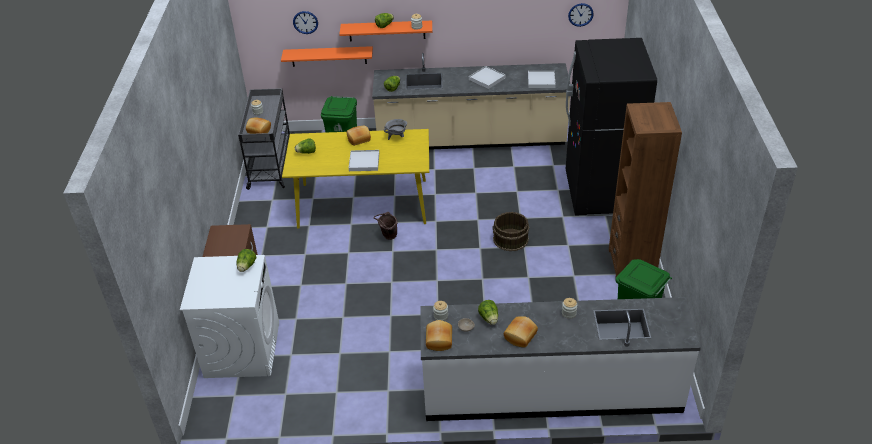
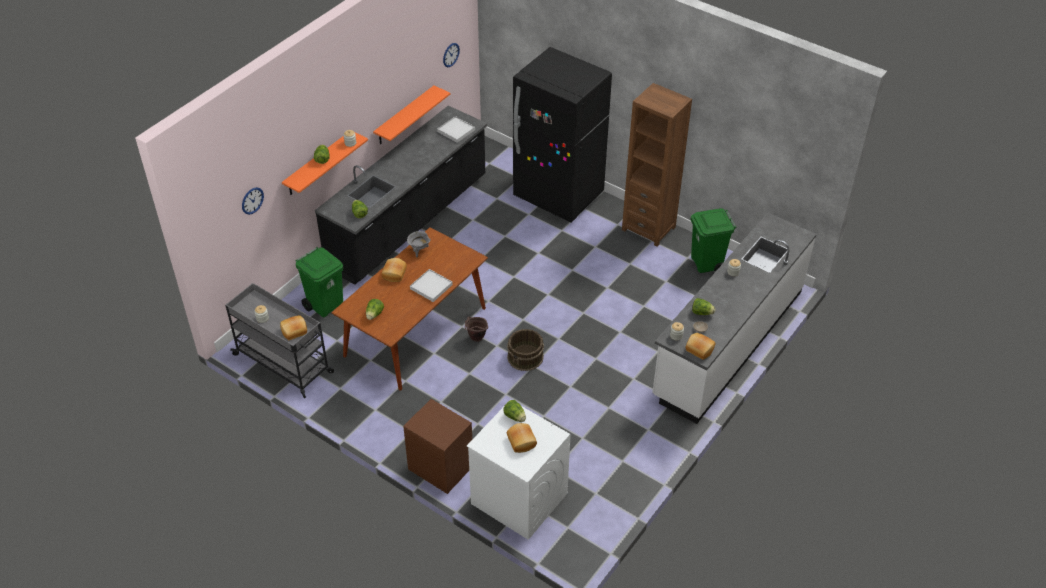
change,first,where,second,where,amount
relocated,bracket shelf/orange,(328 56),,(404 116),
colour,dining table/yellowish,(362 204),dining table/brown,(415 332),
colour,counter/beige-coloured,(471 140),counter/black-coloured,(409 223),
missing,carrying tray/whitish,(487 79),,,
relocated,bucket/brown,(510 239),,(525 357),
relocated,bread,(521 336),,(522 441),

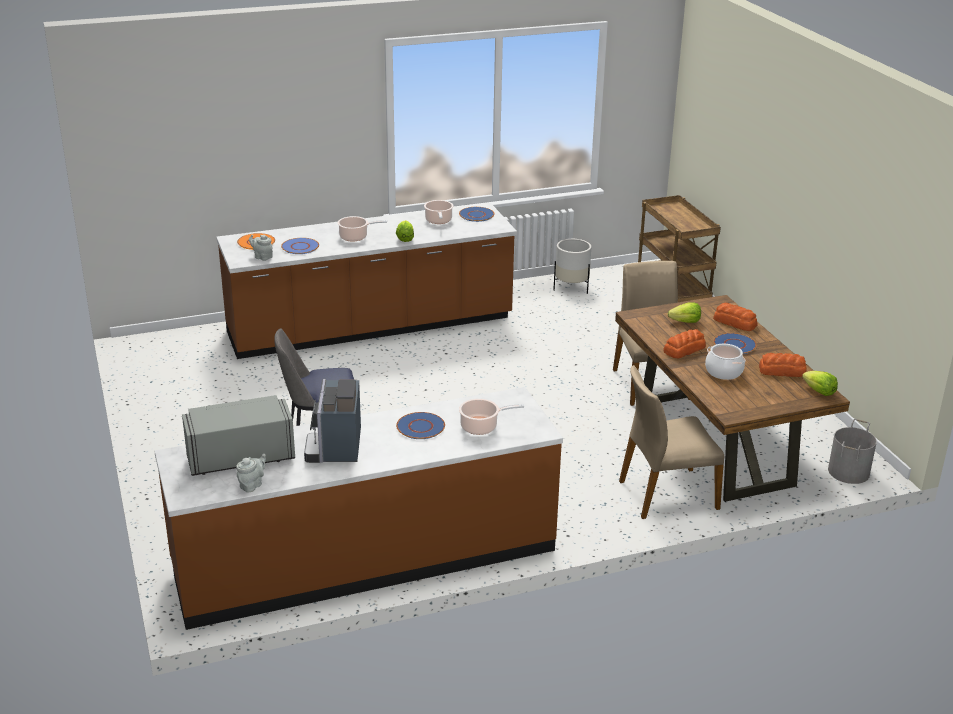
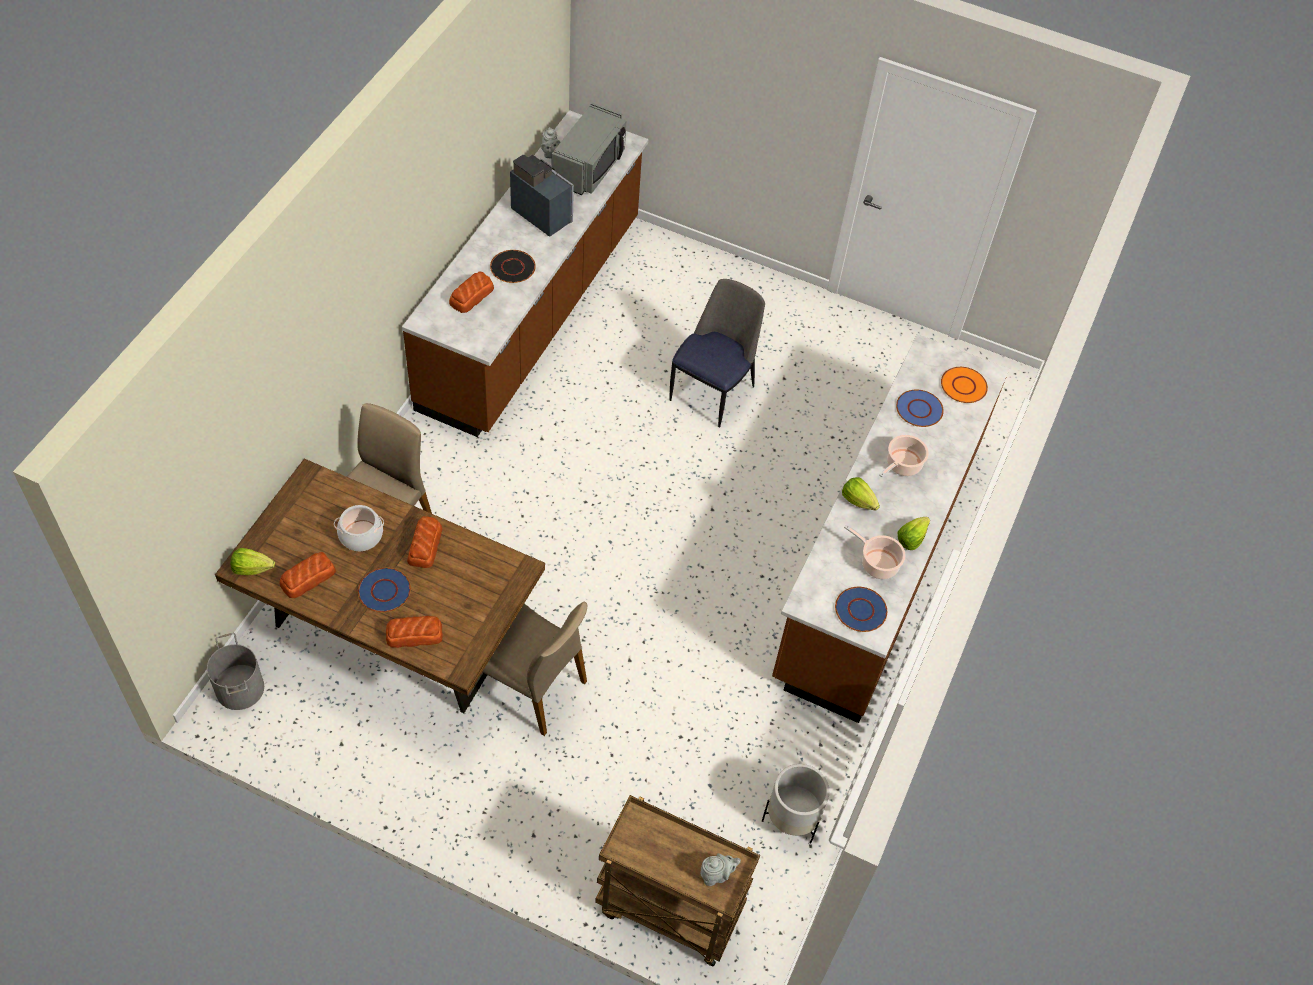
change,first,where,second,where,amount
relocated,pot for tea/greyish,(262 257),,(716 875),
colour,dinner plate/bluish,(420 426),dinner plate/black-coloured,(513 268),
exchanged,cooking pot,(481 427),bread,(471 296),
relocated,head of lettuce,(685 322),,(911 539),

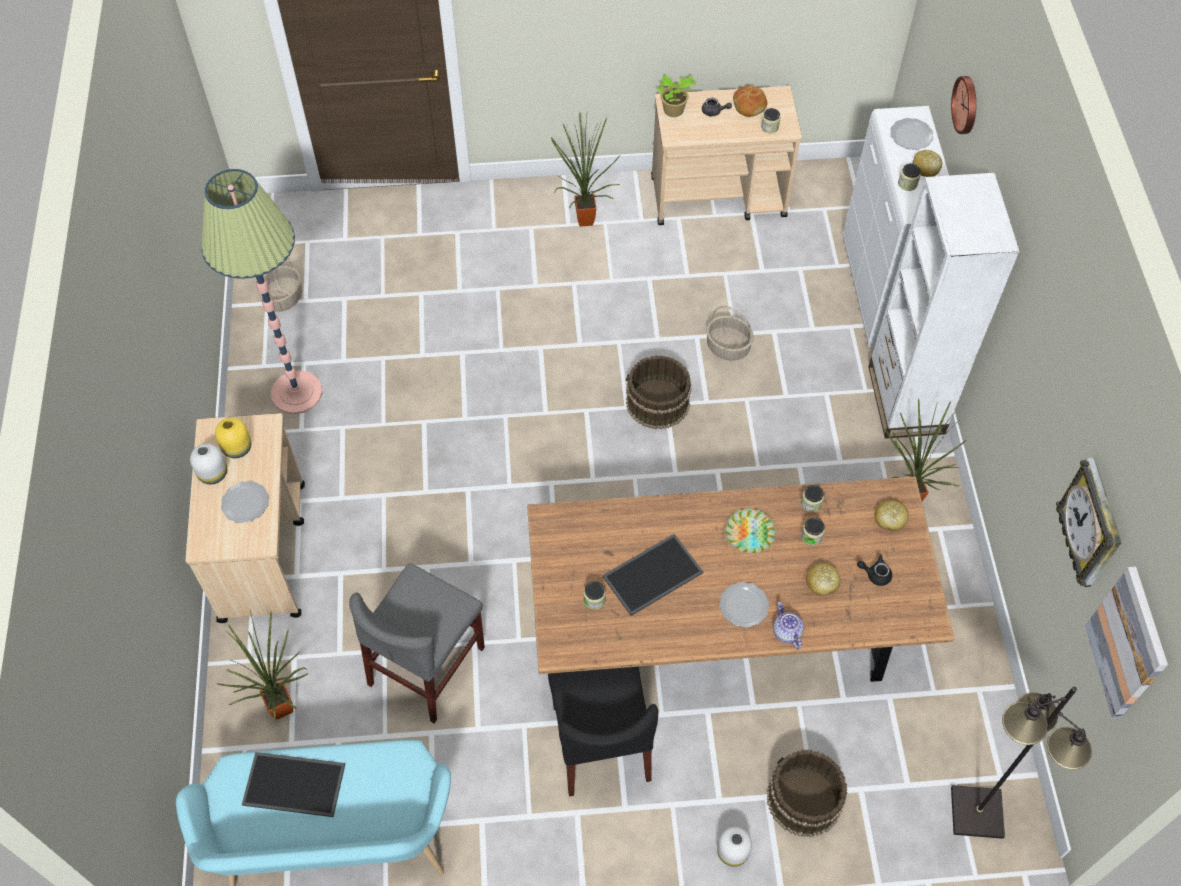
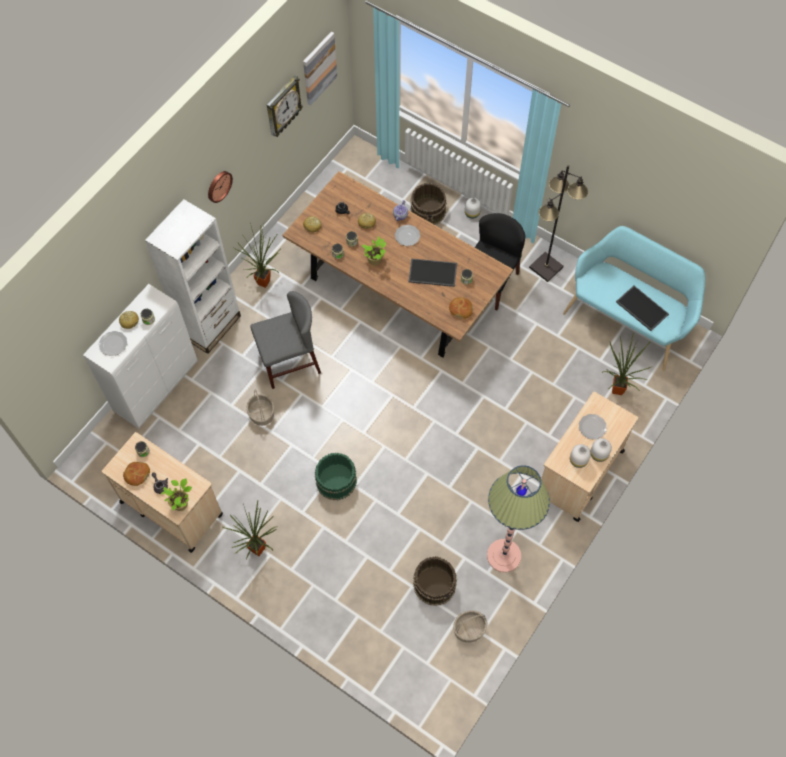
change,first,where,second,where,amount
colour,decorative vase/yellowish,(238 447),decorative vase/whitish,(578 460),
relocated,chair/greyish,(427 665),,(289 363),
relocated,bucket/brown,(657 403),,(435 584),
exchanged,dinner plate,(750 533),potted plant,(375 260),
relocated,wall clock,(967 105),,(218 186),
relocated,standing lamp/black-coloured,(976 811),,(546 268),
appeared,,,bucket/green,(336 480),
appeared,,,bread,(461 309),

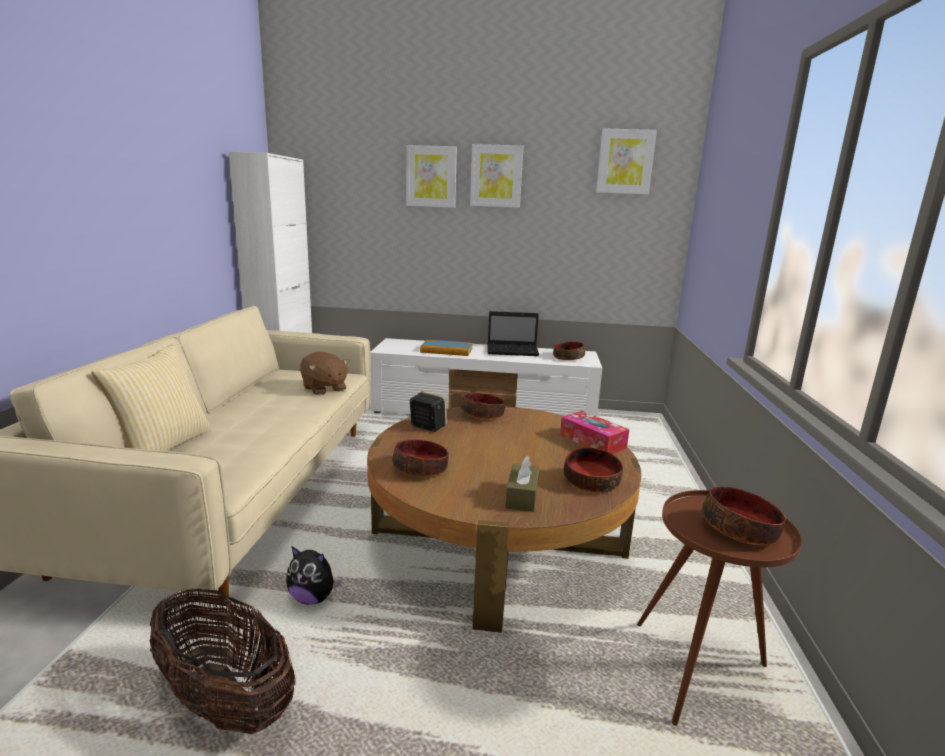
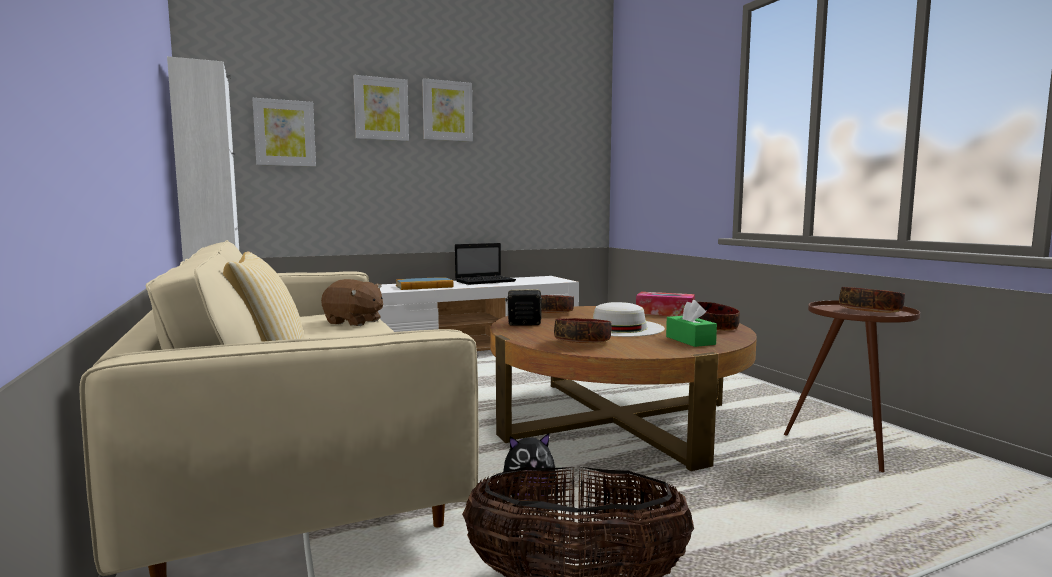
change,first,where,second,where,amount
colour,tissue box/brown,(522 497),tissue box/green,(690 340),
missing,bowl,(568 358),,,
relocated,wall art,(625 162),,(284 133),
appeared,,,hat/whitish,(618 327),

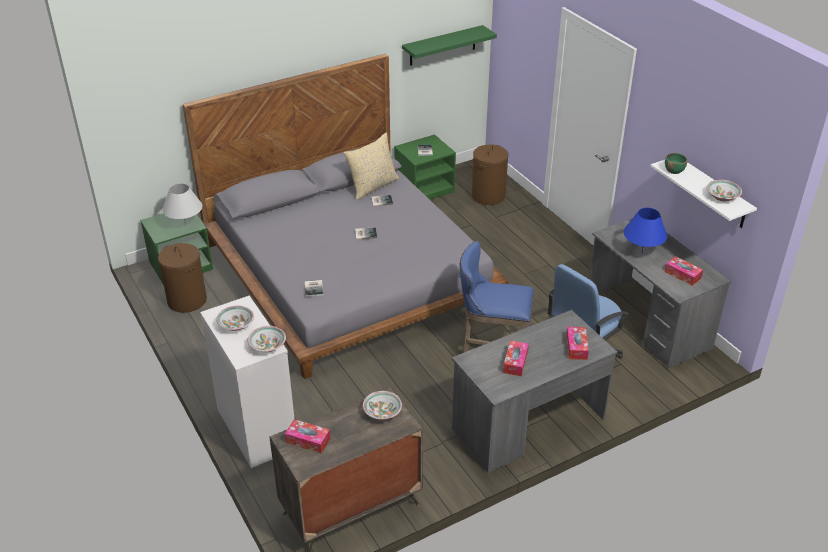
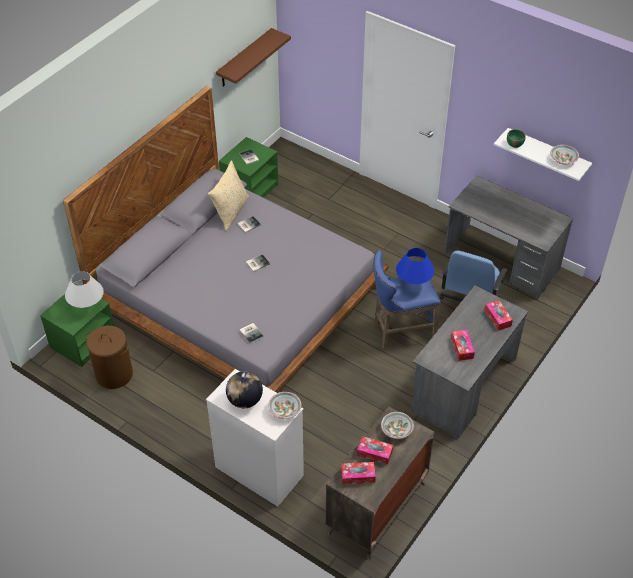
change,first,where,second,where,amount
exchanged,bowl,(235 325),desk globe,(245 400),
colour,bracket shelf/green,(442 45),bracket shelf/brown,(244 58),
missing,hamper/brown,(488 196),,,
relocated,tabletop lamp/bluish,(641 253),,(413 284),
relocated,tissue box,(682 275),,(374 453),

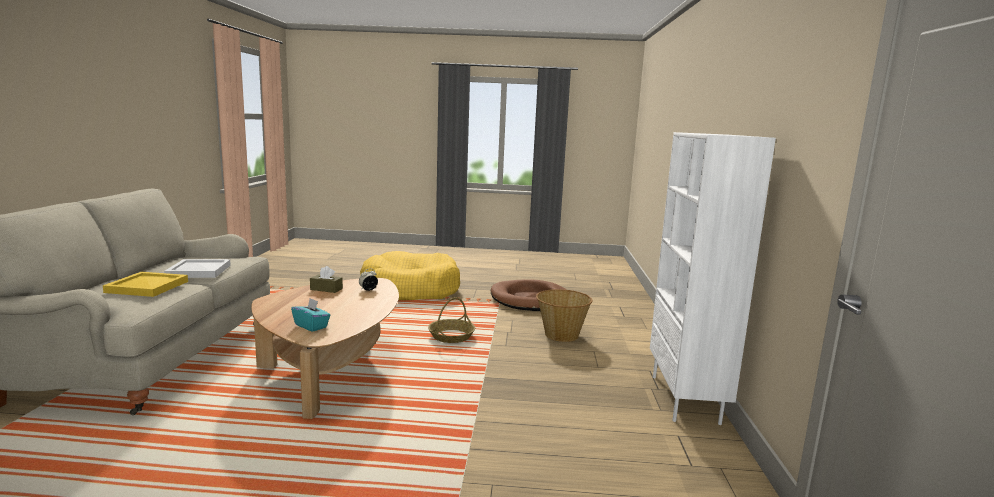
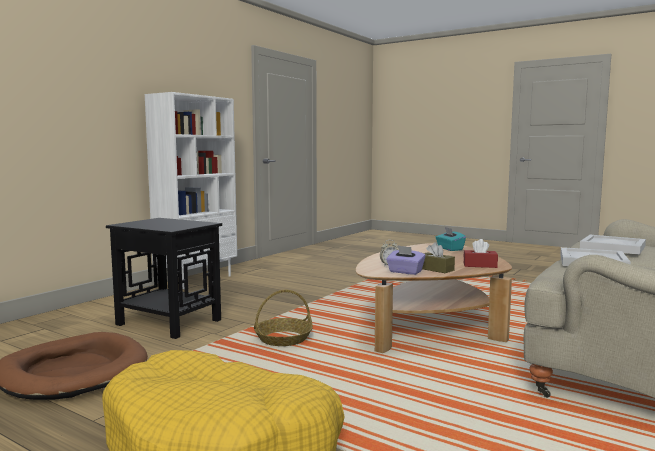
change,first,where,second,where,amount
colour,carrying tray/yellowish,(148 286),carrying tray/whitish,(611 247),
exchanged,storage basket,(561 335),end table/black-coloured,(168 322),
appeared,,,tissue box/purple,(405 272),
appeared,,,tissue box/red,(480 265),

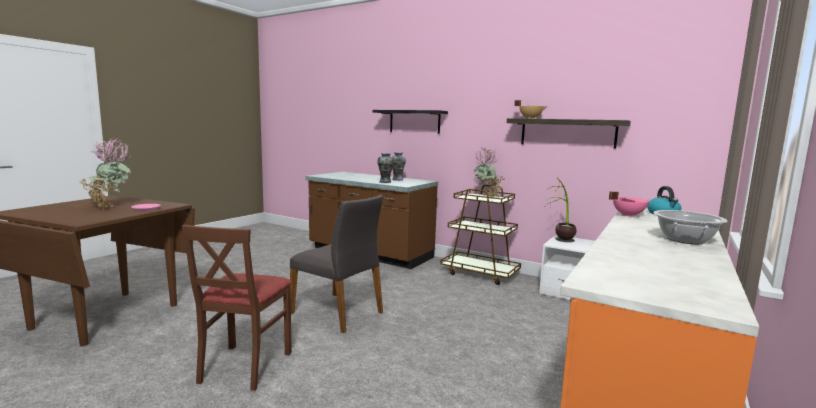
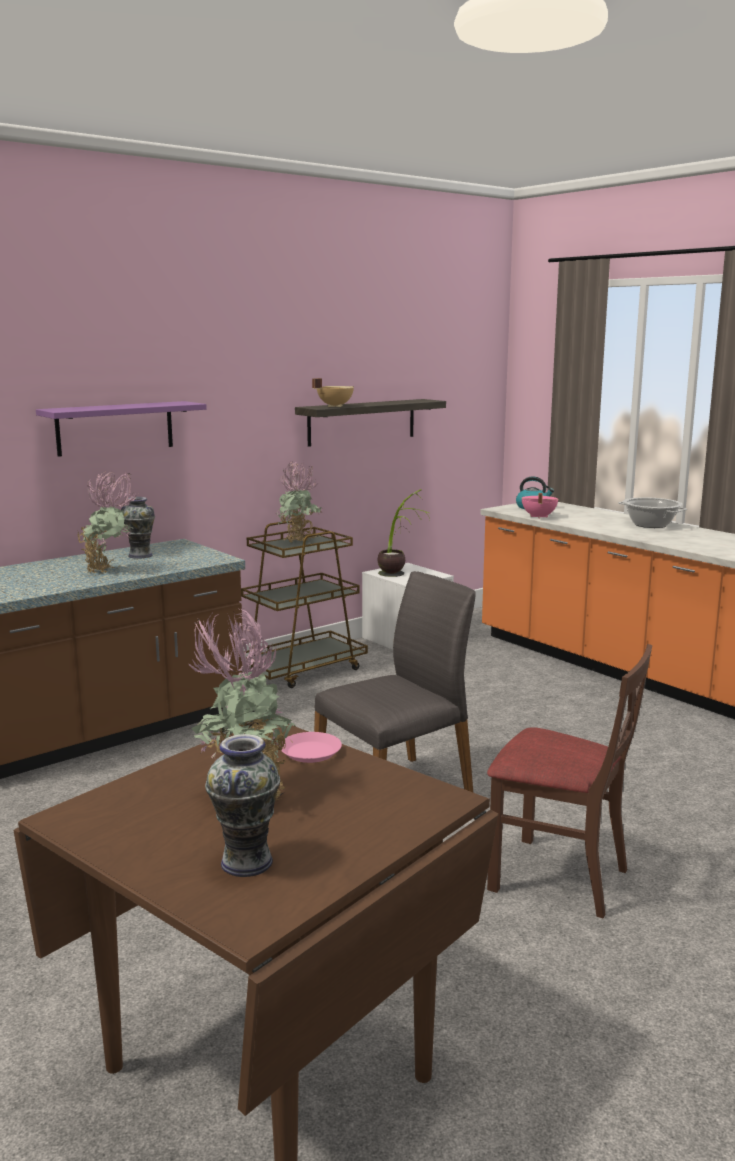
change,first,where,second,where,amount
colour,bracket shelf/black-coloured,(414 121),bracket shelf/purple,(115 428),
relocated,decorative vase,(385 182),,(247 862),
appeared,,,potted plant,(109 571),

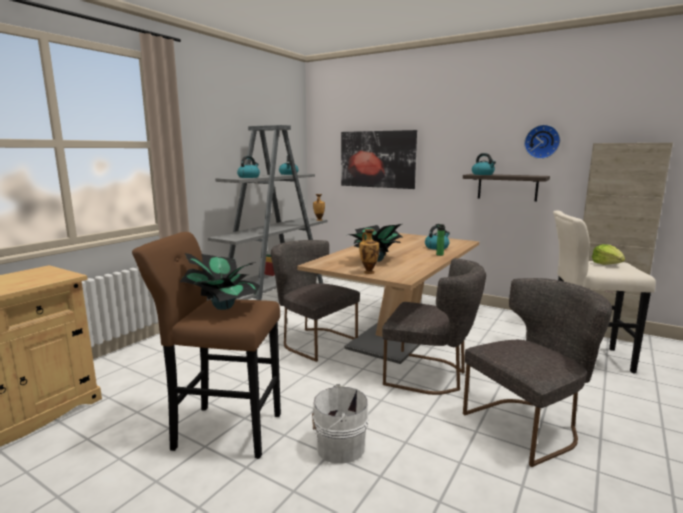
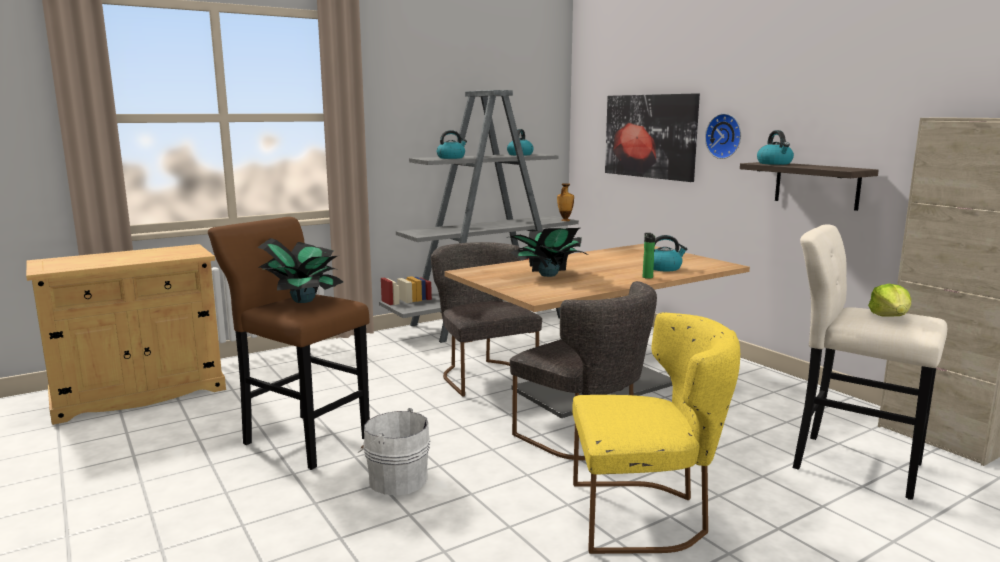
change,first,where,second,where,amount
missing,decorative vase,(368 272),,,
colour,chair/greyish,(529 425),chair/yellowish,(646 516),
relocated,wall clock,(542 141),,(725 136),

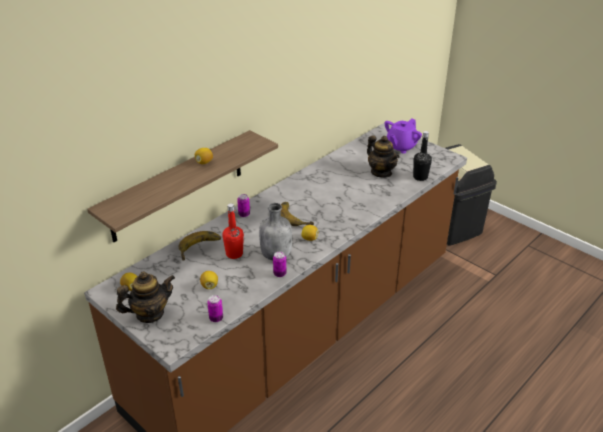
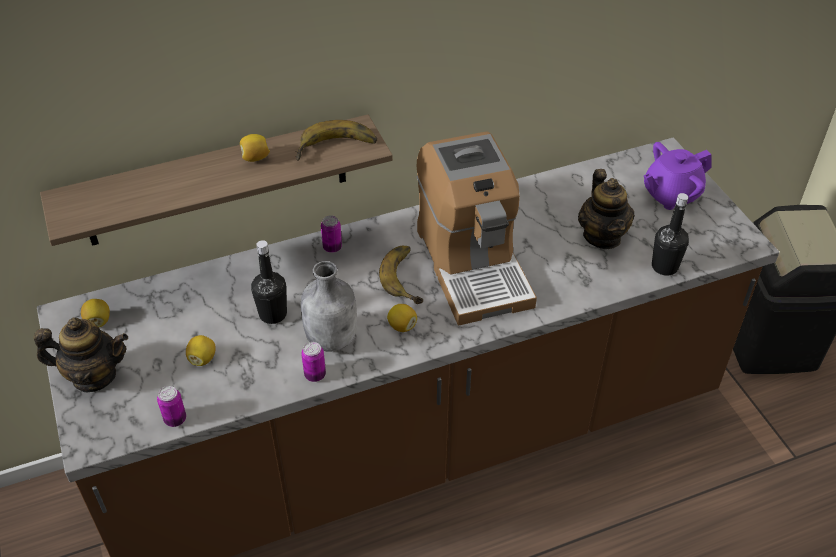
change,first,where,second,where,amount
relocated,banana,(201 248),,(337 149),
colour,drink bottle/red,(234 254),drink bottle/black-coloured,(273 314),
appeared,,,coffee machine,(472 265),

